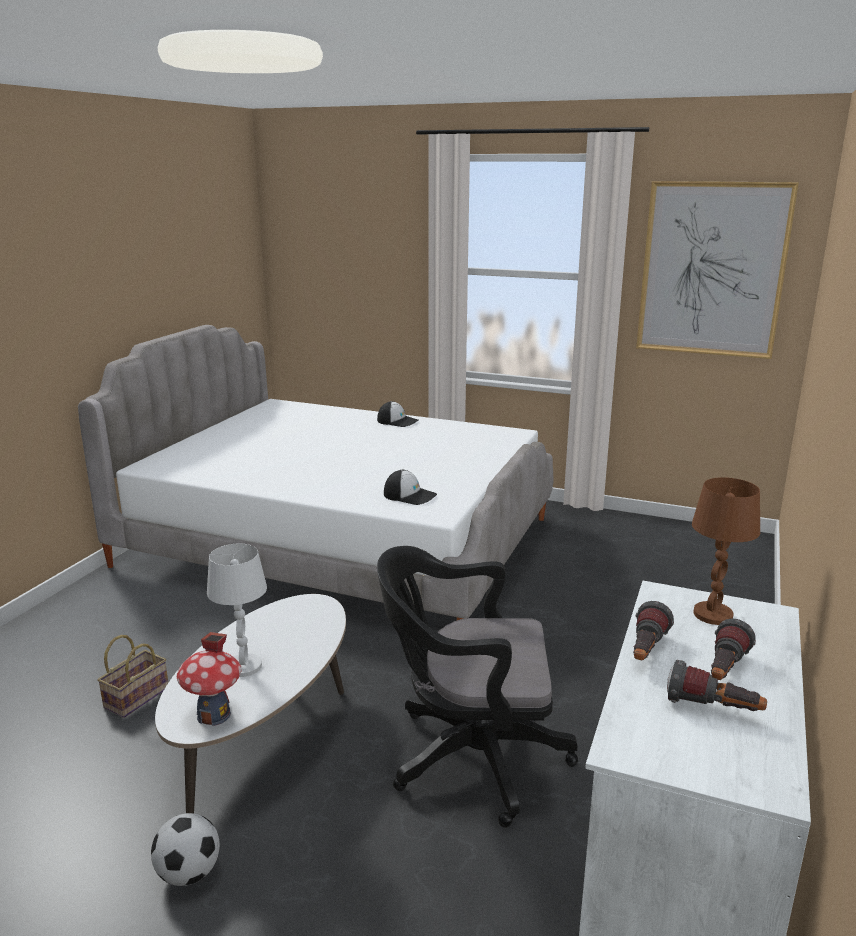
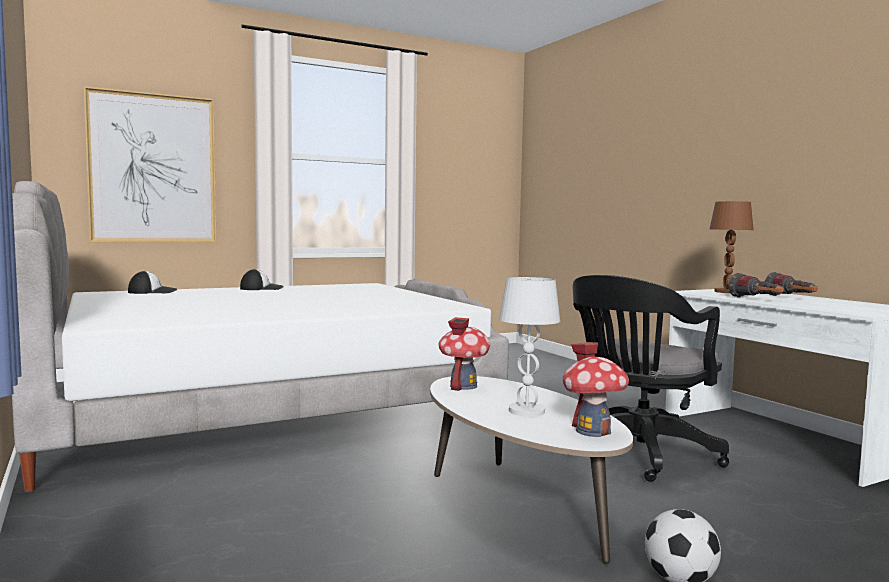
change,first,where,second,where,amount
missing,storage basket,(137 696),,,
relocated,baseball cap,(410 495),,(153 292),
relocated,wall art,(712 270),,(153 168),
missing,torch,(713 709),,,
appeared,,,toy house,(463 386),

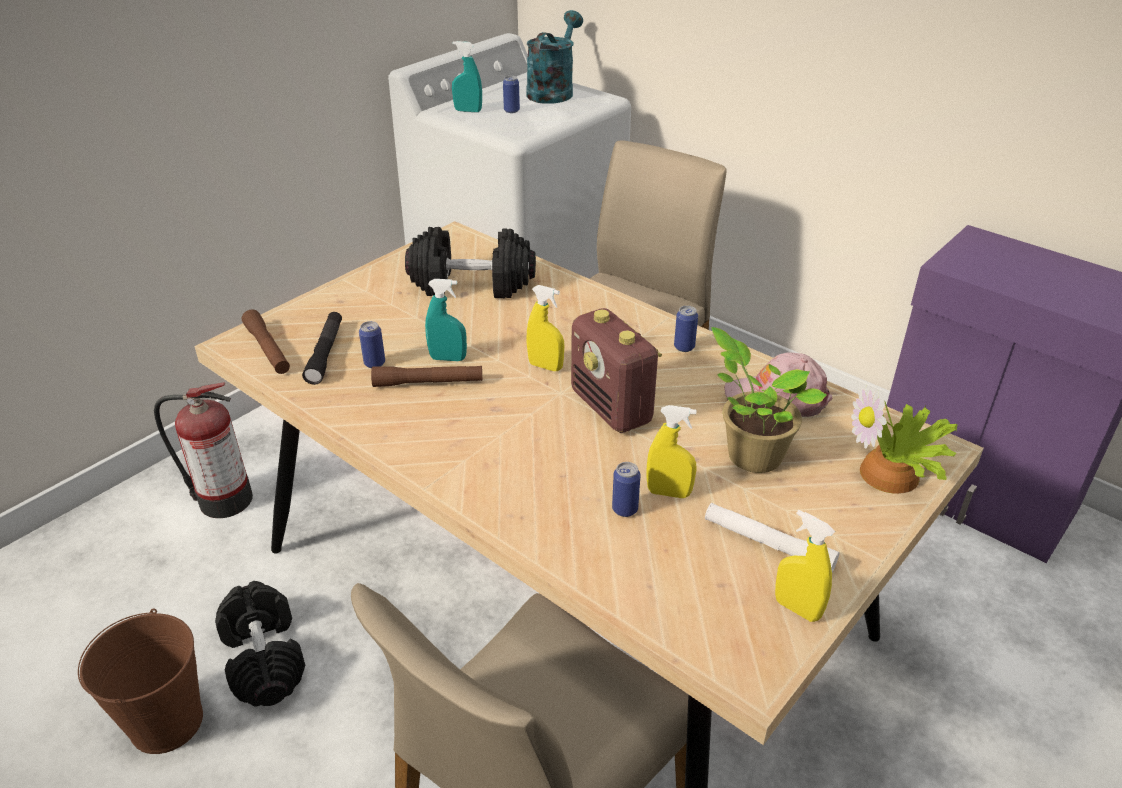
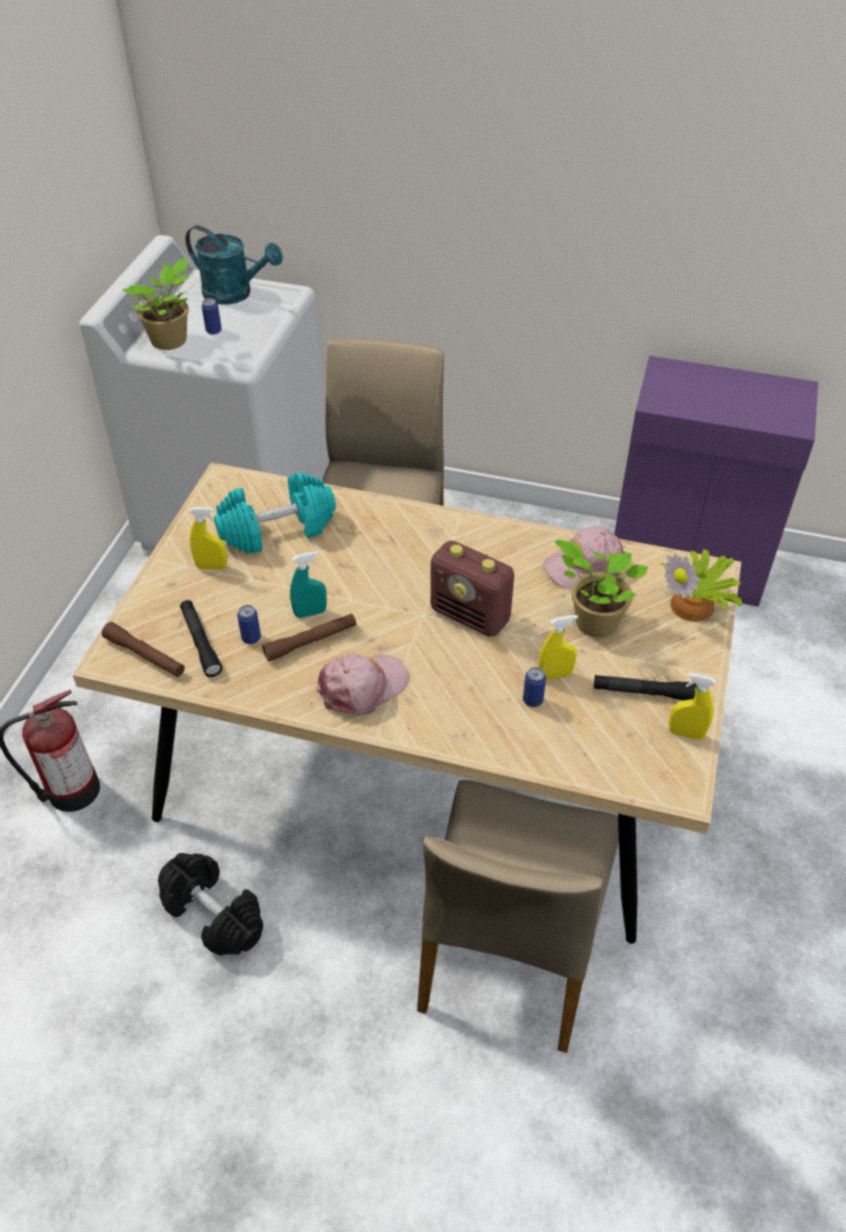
change,first,where,second,where,amount
missing,bucket/brown,(167 722),,,
colour,dumbbell/black-coloured,(472 284),dumbbell/turquoise-coloured,(277 529),
exchanged,spray bottle/turquoise-coloured,(468 111),potted plant,(171 341),
spun,watering pot/turquoise-coloured,(553 91),,(235 294),120 degrees clockwise
relocated,spray bottle/yellowish,(545 366),,(211 566),
missing,can,(684 347),,,
colour,torch/whitish,(768 545),torch/black-coloured,(643 692),
appeared,,,baseball cap/pink-coloured,(363 687),

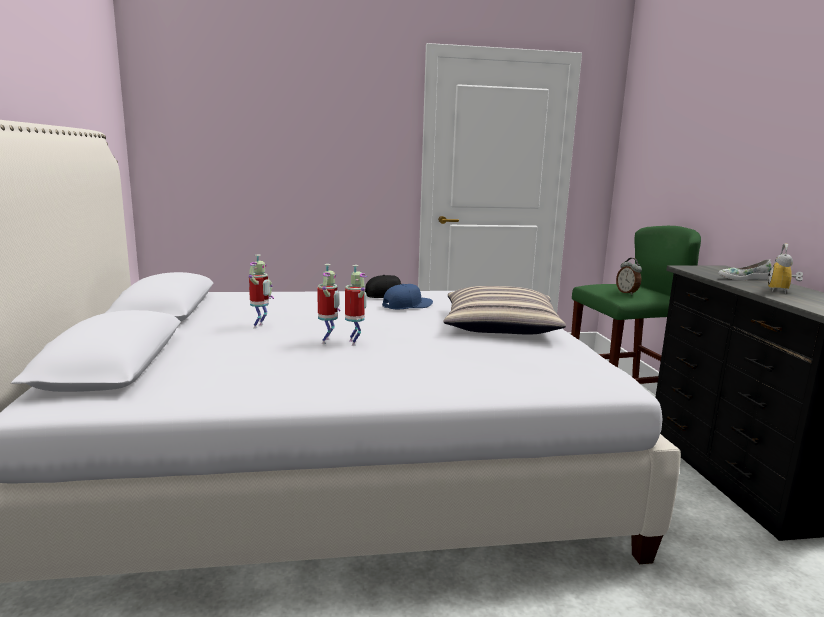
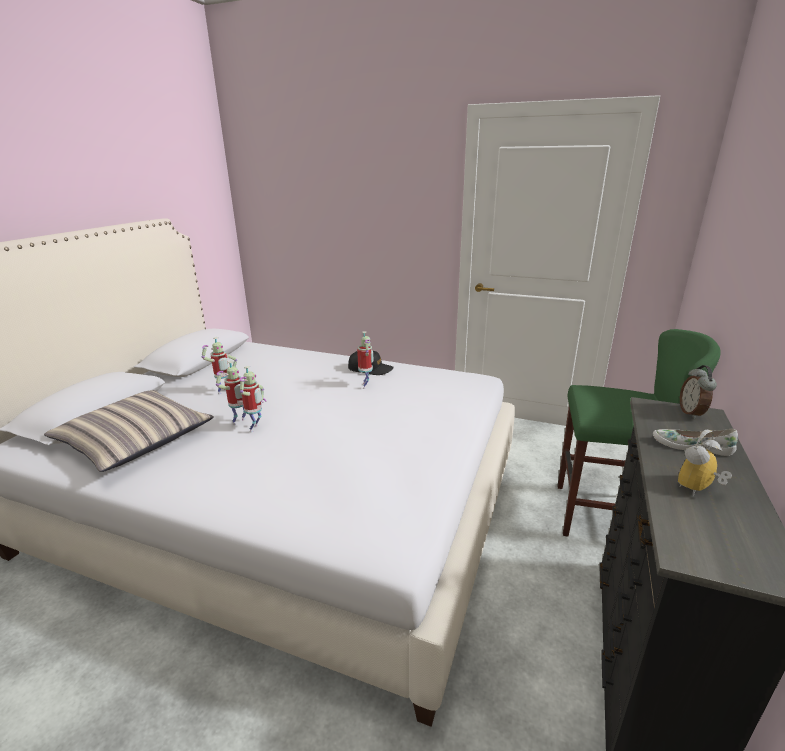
change,first,where,second,where,amount
exchanged,baseball cap/bluish,(407 305),robot figure,(366 386),
relocated,cushion,(499 326),,(136 440),
relocated,table clock,(627 293),,(691 413),

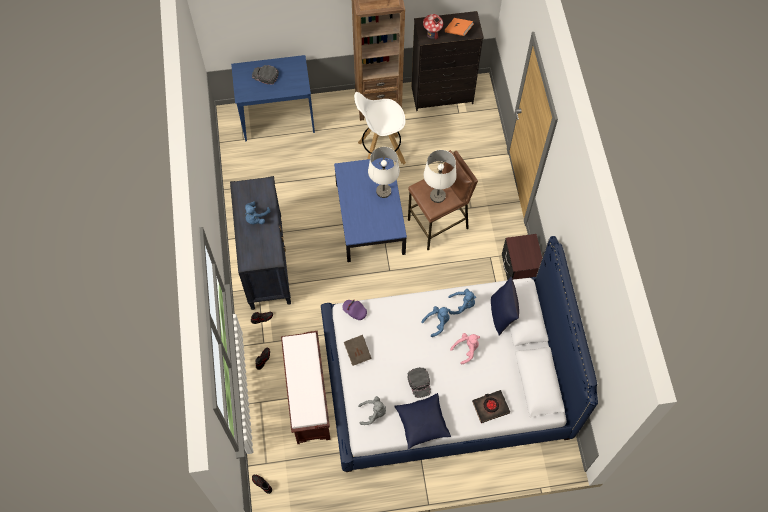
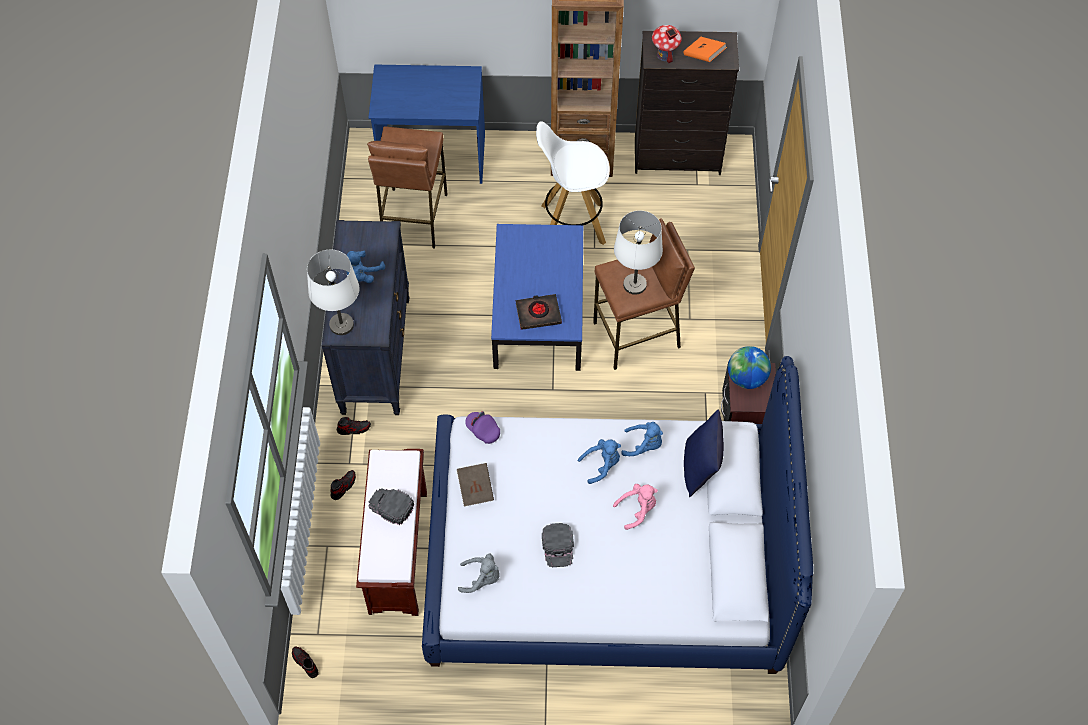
change,first,where,second,where,amount
relocated,baseball cap/black-coloured,(265 75),,(391 506),
relocated,tabletop lamp/whitish,(383 191),,(341 325),
missing,cushion/bluish,(422 423),,,
relocated,bound book/black-coloured,(490 407),,(538 313),
appeared,,,sitting stool/brown,(413 218),
appeared,,,desk globe,(746 378),

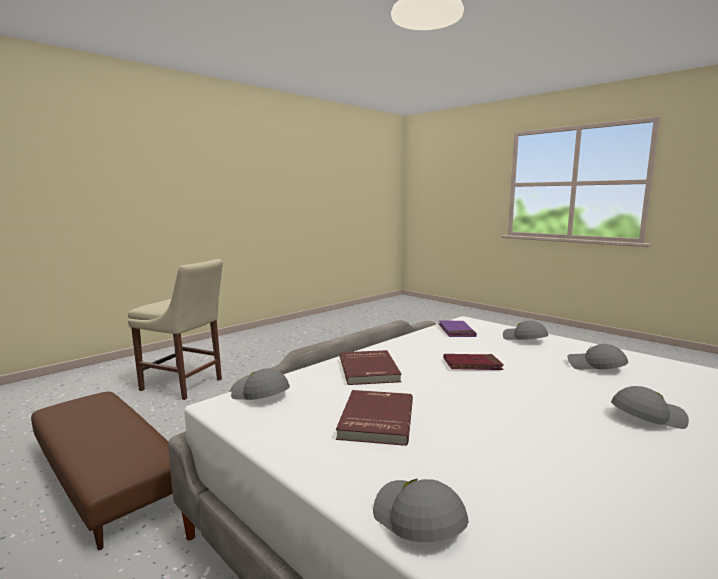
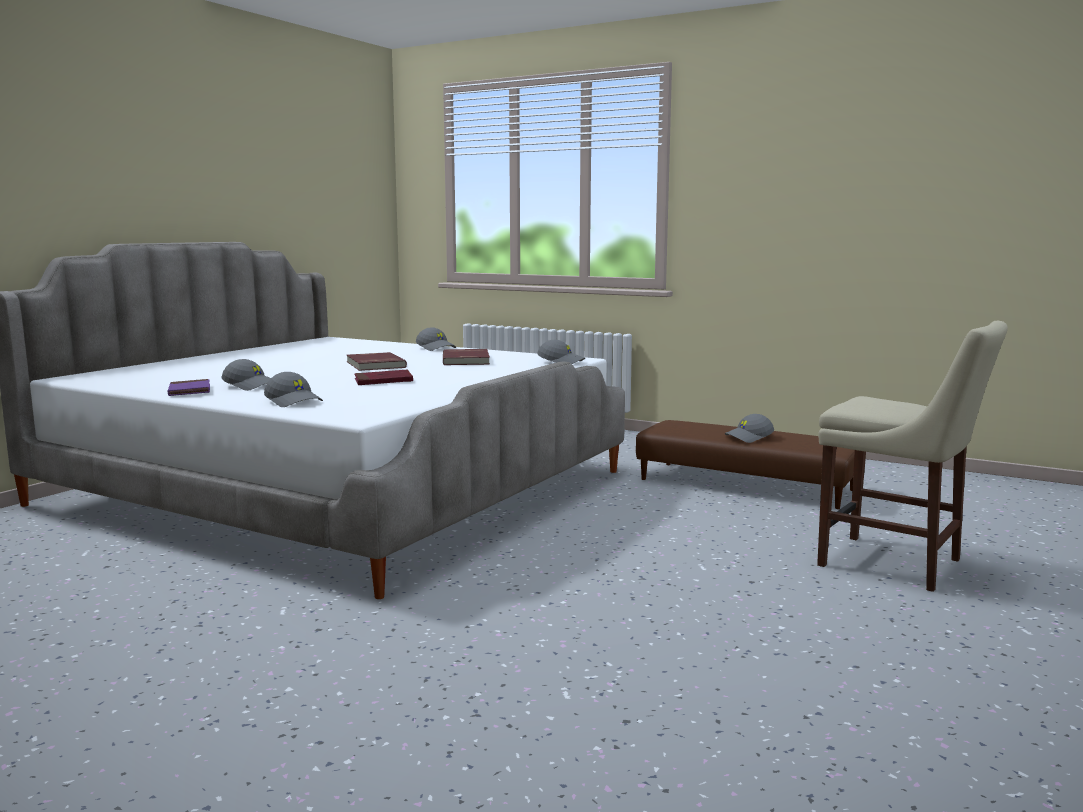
change,first,where,second,where,amount
spun,chair/beige-coloured,(184 385),,(897 564),150 degrees counterclockwise
relocated,bound book/red,(370 370),,(374 364),
relocated,bound book/purple,(456 331),,(189 391),
relocated,baseball cap/greyish,(647 417),,(749 437),

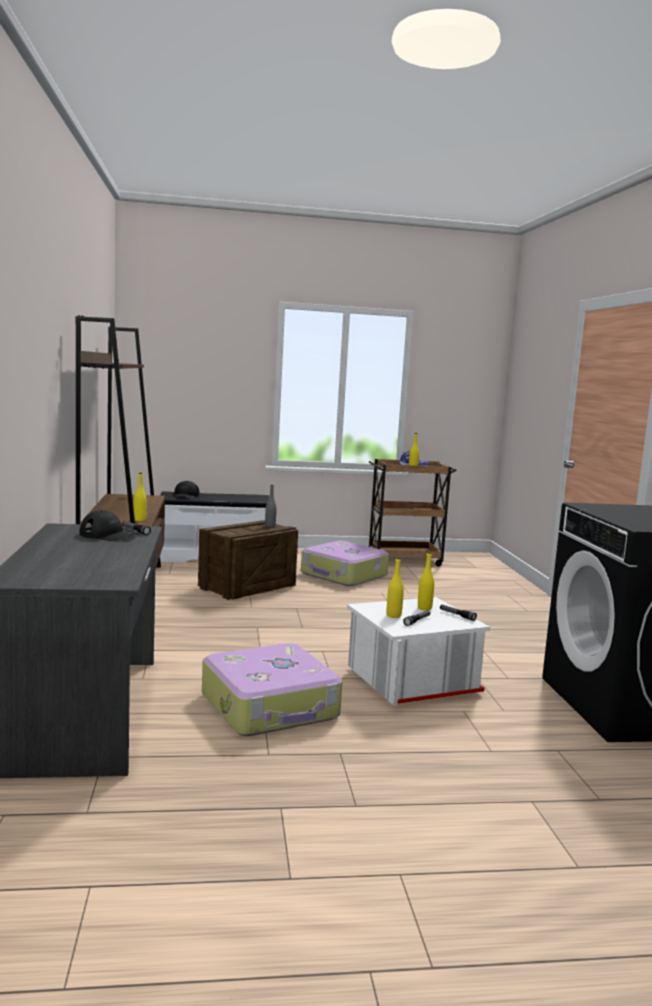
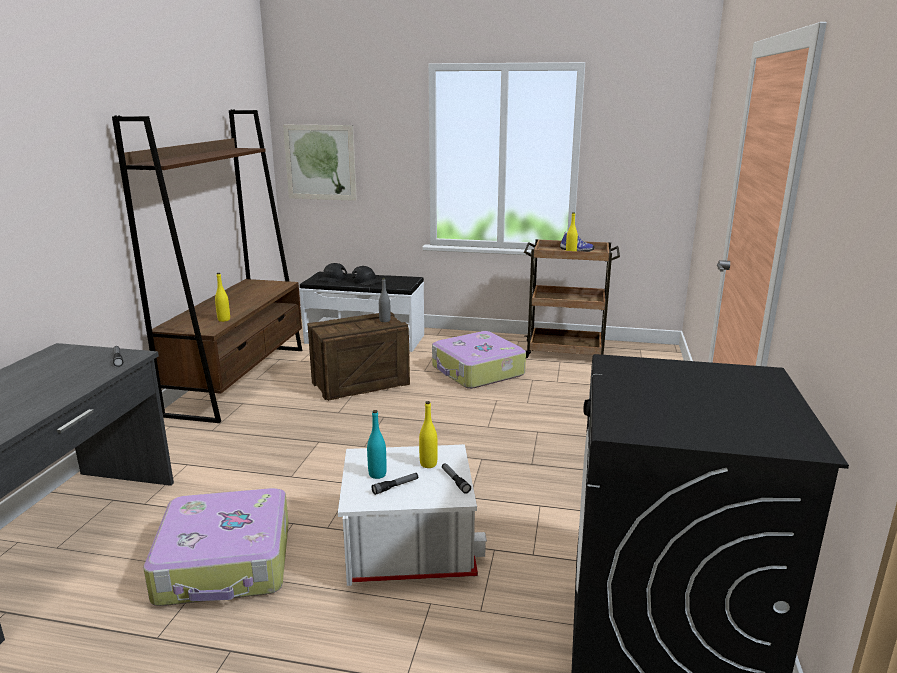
change,first,where,second,where,amount
relocated,baseball cap/black-coloured,(108 535),,(366 281),
colour,drink bottle/yellowish,(393 616),drink bottle/turquoise-coloured,(377 474),
appeared,,,wall art,(320 162),

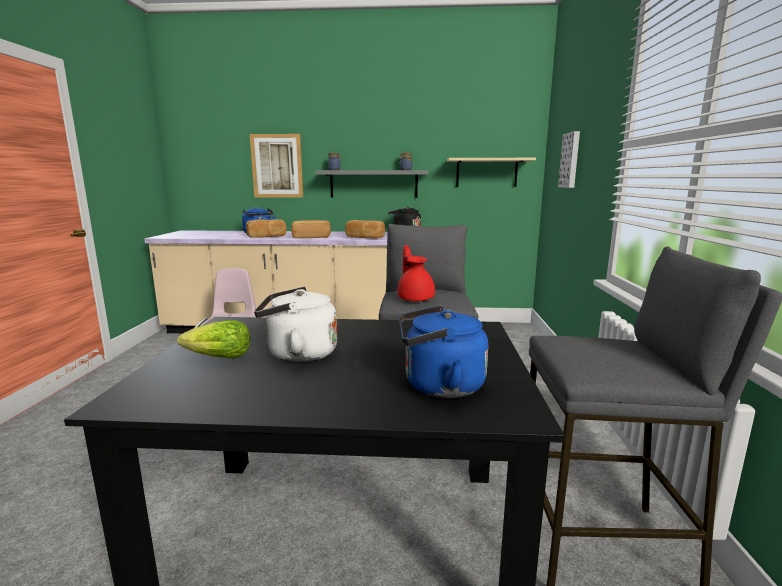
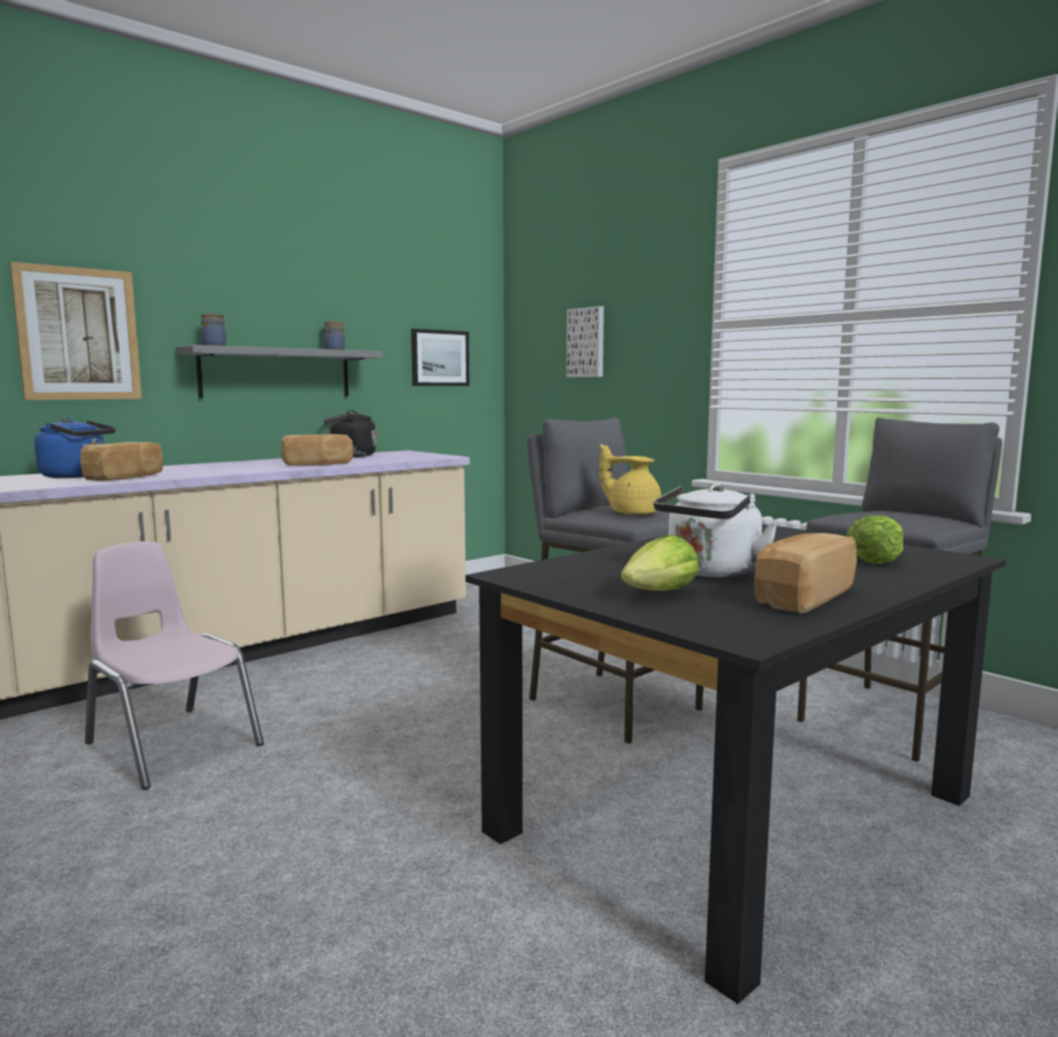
change,first,where,second,where,amount
relocated,bread,(311 237),,(801 597),
colour,pot for tea/red,(415 298),pot for tea/yellowish,(632 513),
exchanged,tea kettle/bluish,(439 386),head of lettuce,(876 559),
exchanged,bracket shelf/beige-coloured,(486 172),wall art,(439 358),

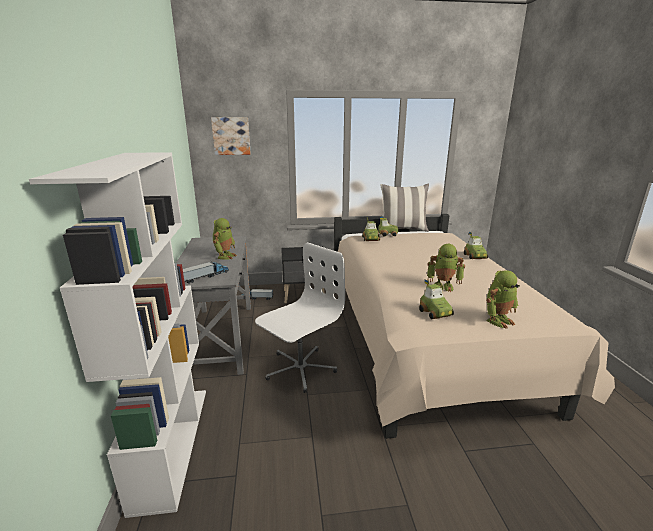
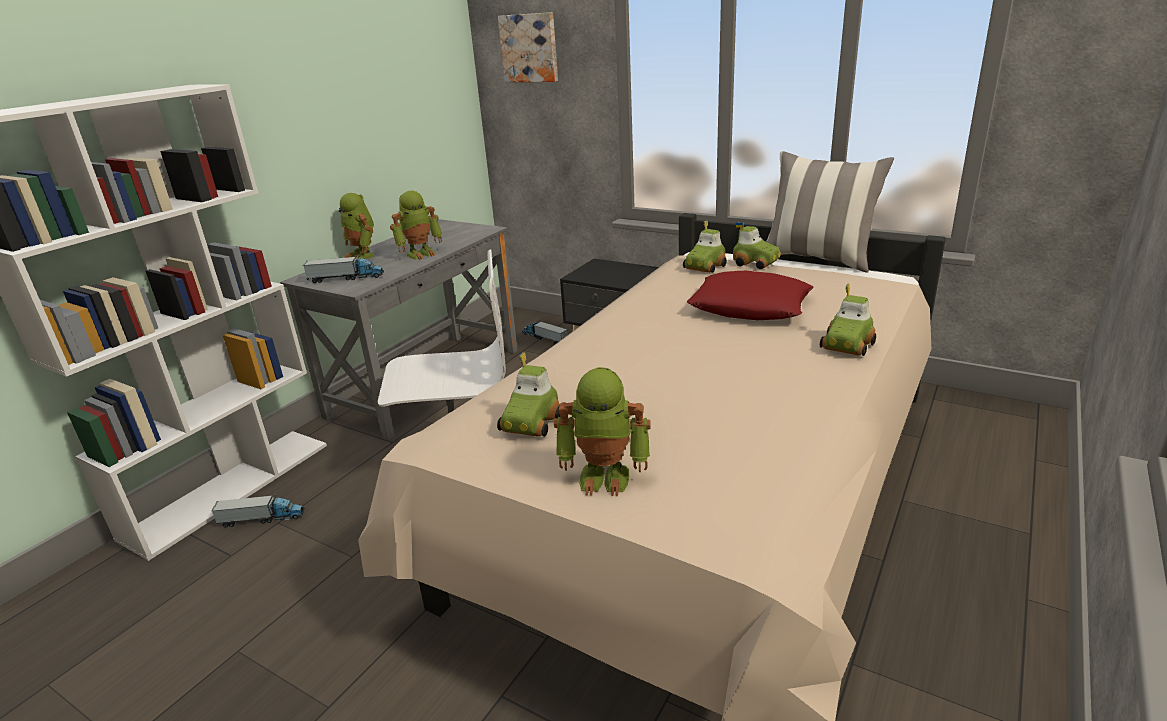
change,first,where,second,where,amount
relocated,robot figure,(443 286),,(363 255),
appeared,,,toy truck,(262 518),
appeared,,,cushion/red,(750 306),

